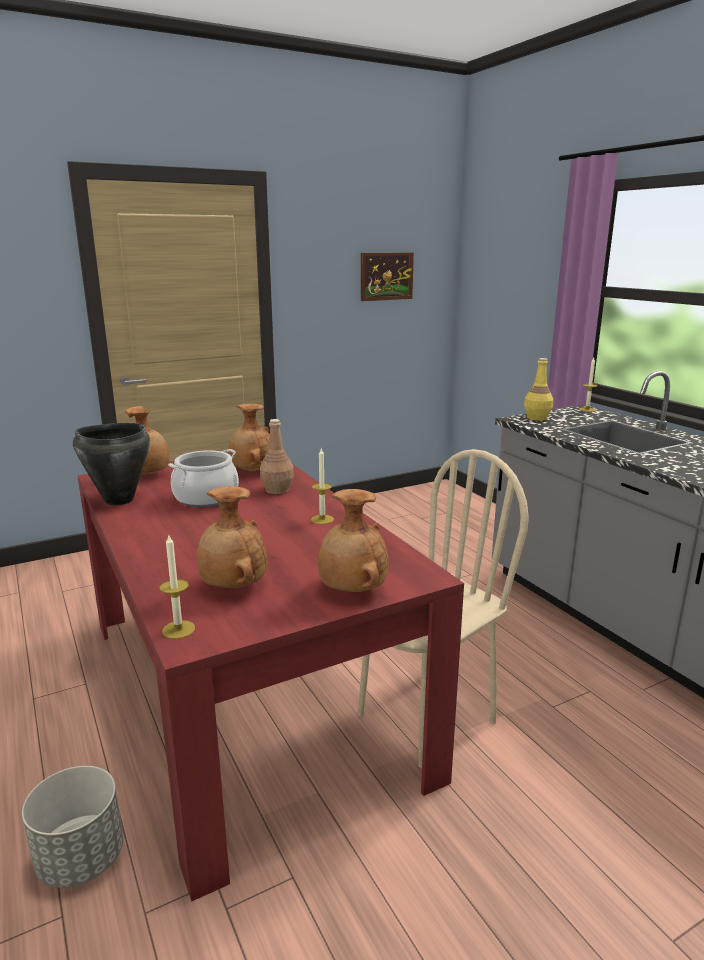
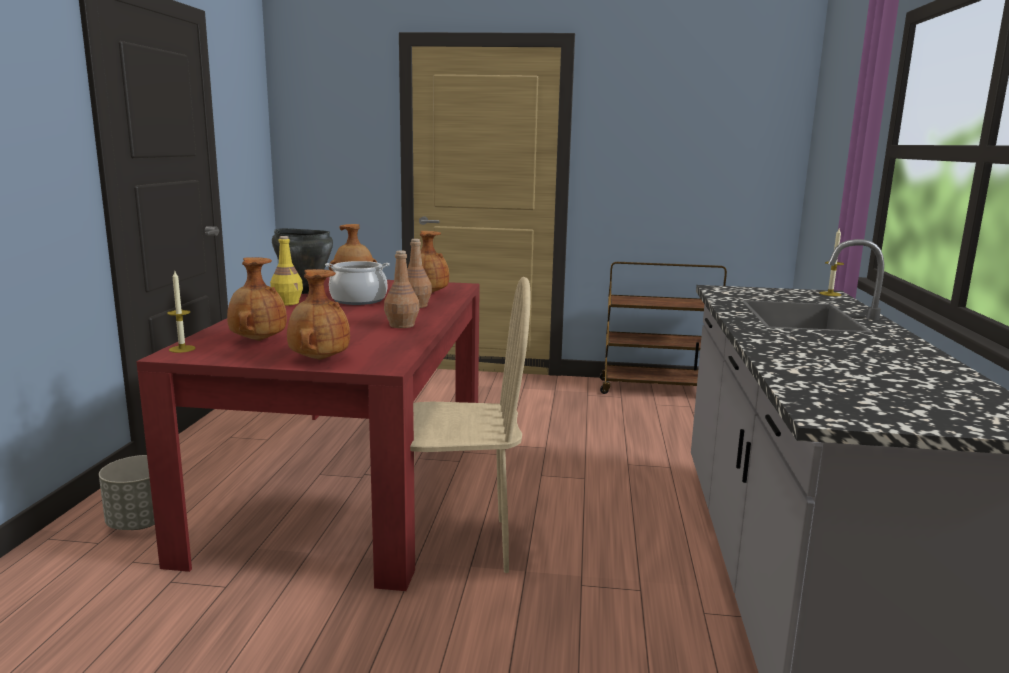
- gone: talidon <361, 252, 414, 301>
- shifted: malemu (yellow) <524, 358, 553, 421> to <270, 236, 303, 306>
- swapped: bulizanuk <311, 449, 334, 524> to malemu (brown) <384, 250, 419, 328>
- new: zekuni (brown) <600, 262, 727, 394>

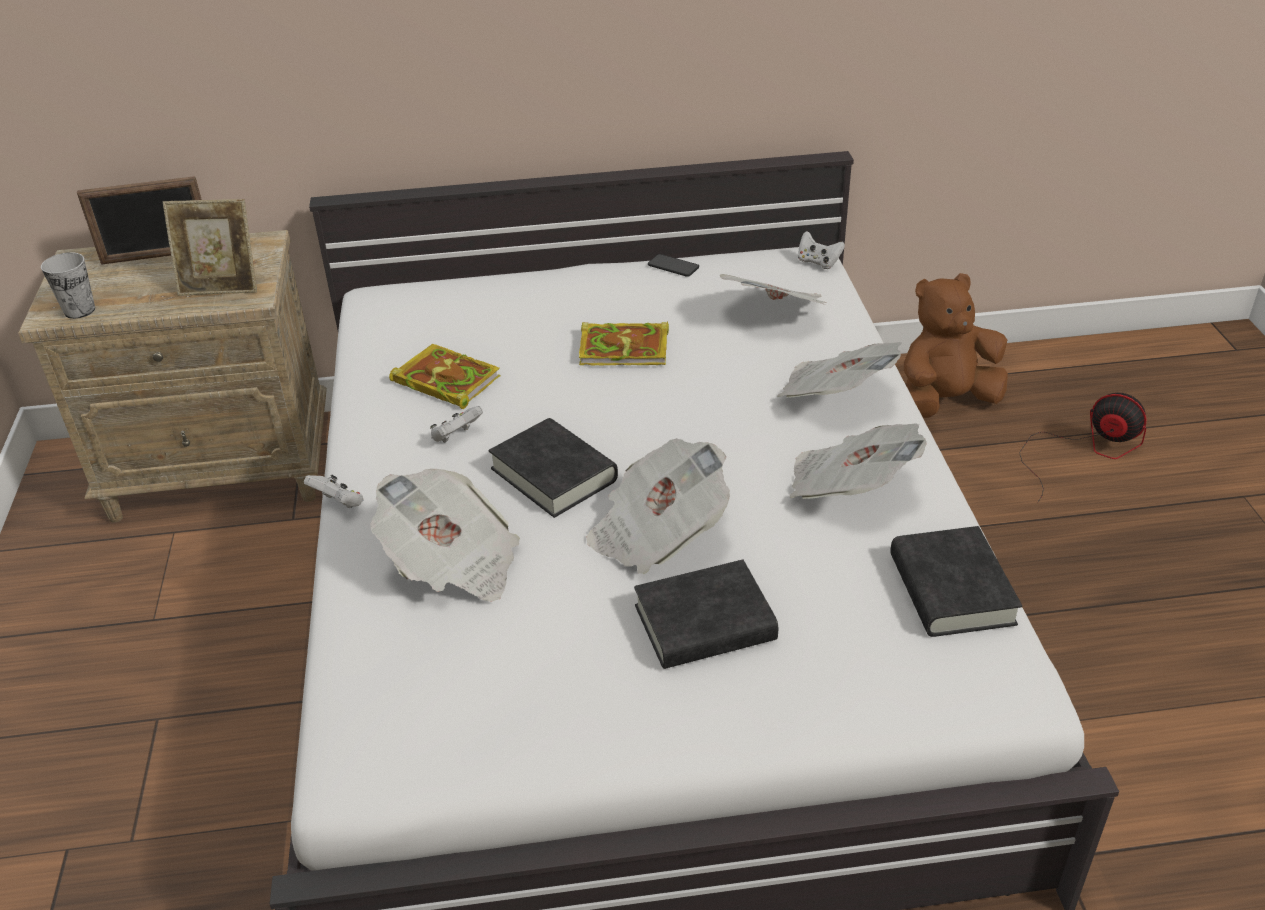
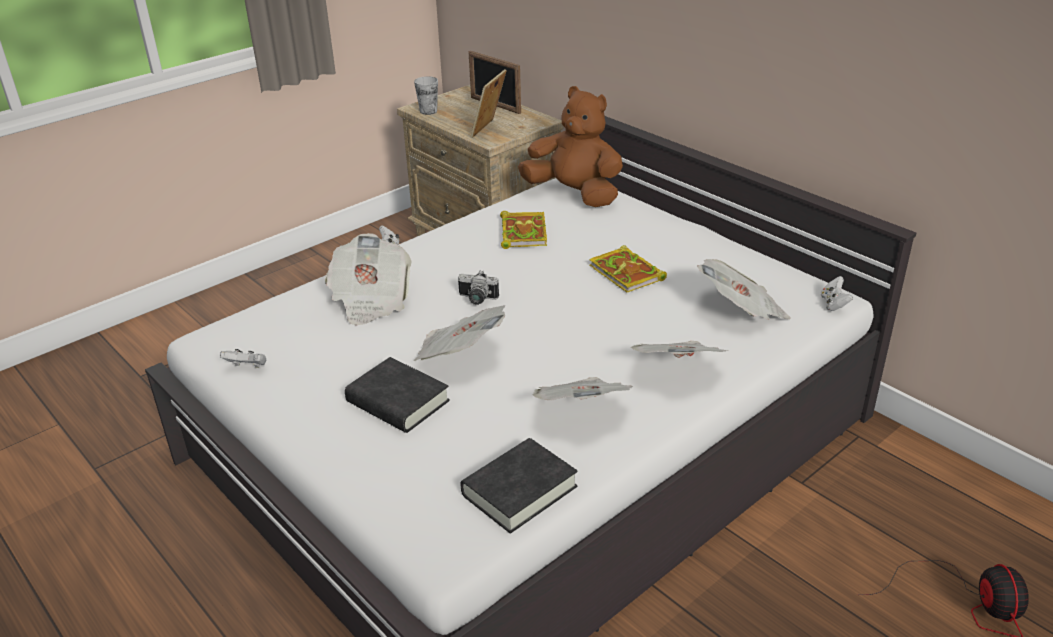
- rotated: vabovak <163, 199, 257, 296> = <470, 69, 507, 138> 60 degrees clockwise
- gone: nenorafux <648, 254, 699, 277>
- shifted: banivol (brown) <904, 273, 1008, 418> to <518, 86, 623, 207>
- shifted: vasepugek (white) <430, 406, 483, 443> to <220, 349, 267, 368>
- swapped: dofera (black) <489, 418, 618, 518> to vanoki <458, 270, 499, 305>

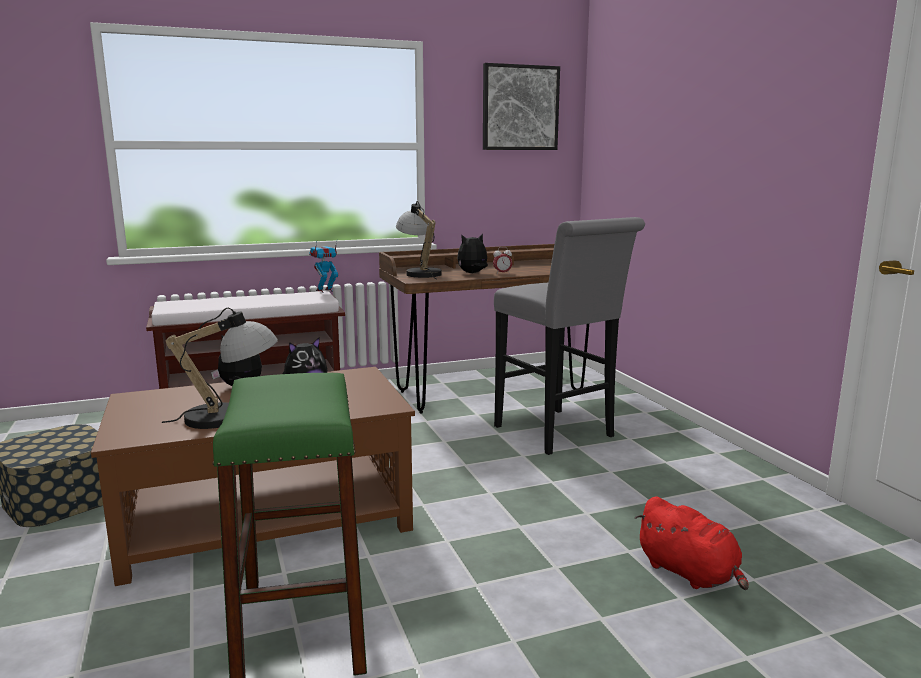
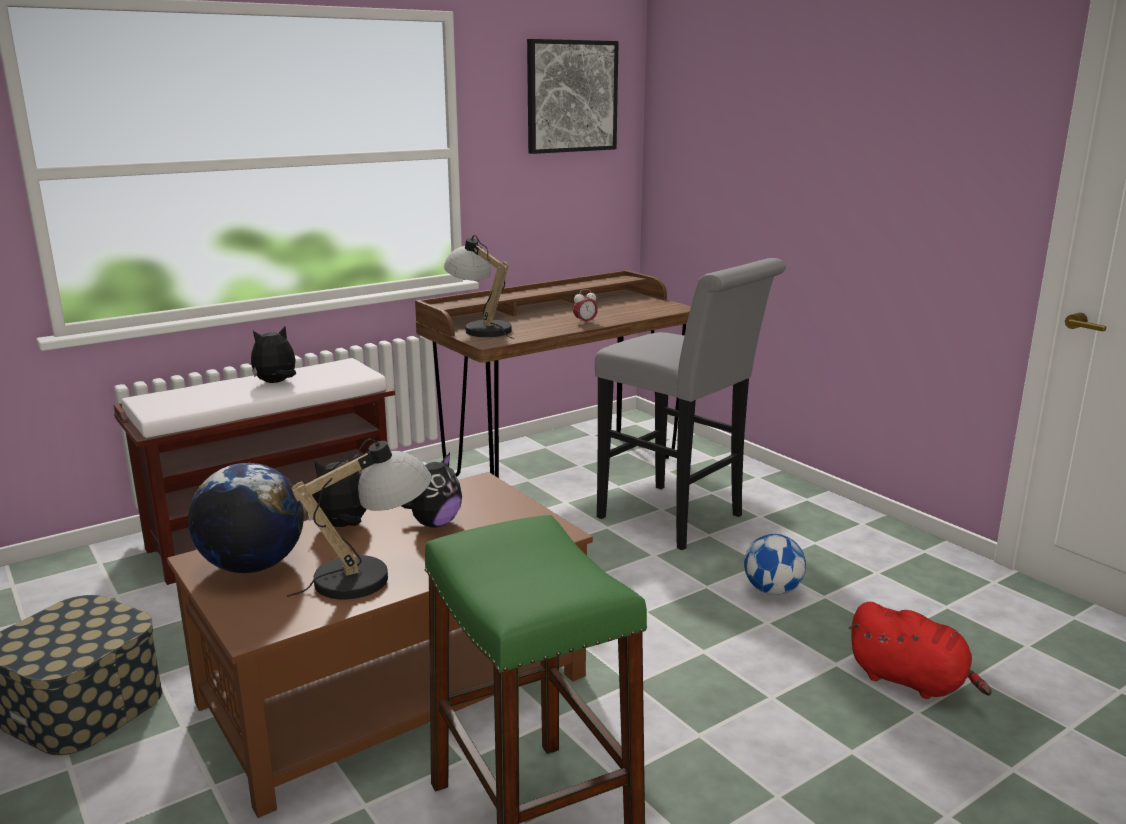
- shifted: banivol <457, 234, 488, 273> to <251, 326, 296, 383>
- gone: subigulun <309, 242, 338, 293>
- new: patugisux <188, 463, 304, 573>
- new: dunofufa <744, 534, 806, 595>

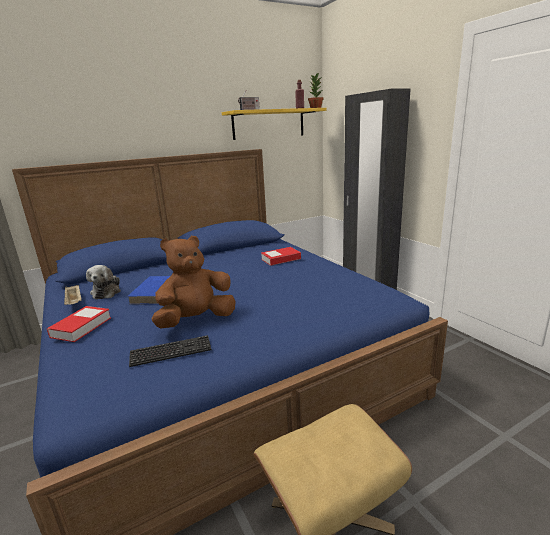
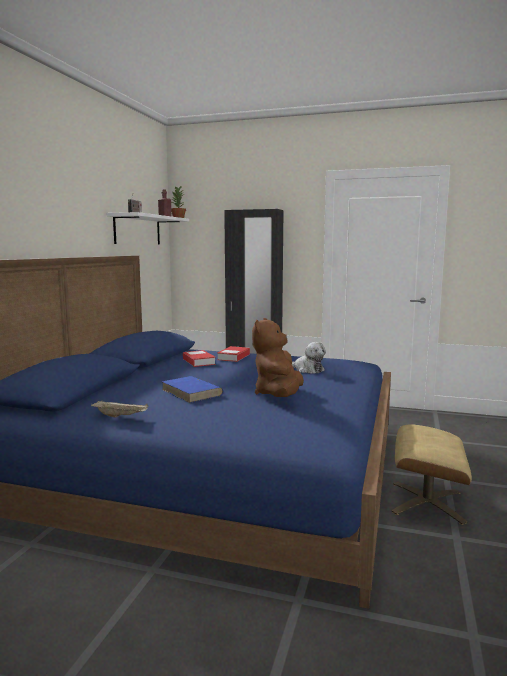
- repainted: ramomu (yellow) <222, 108, 327, 140> to ramomu (white) <107, 212, 189, 244>
- shifted: banivol <86, 265, 121, 299> to <292, 342, 326, 374>
- shifted: dofera <47, 306, 111, 342> to <183, 350, 216, 367>
- gone: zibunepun <129, 335, 211, 367>

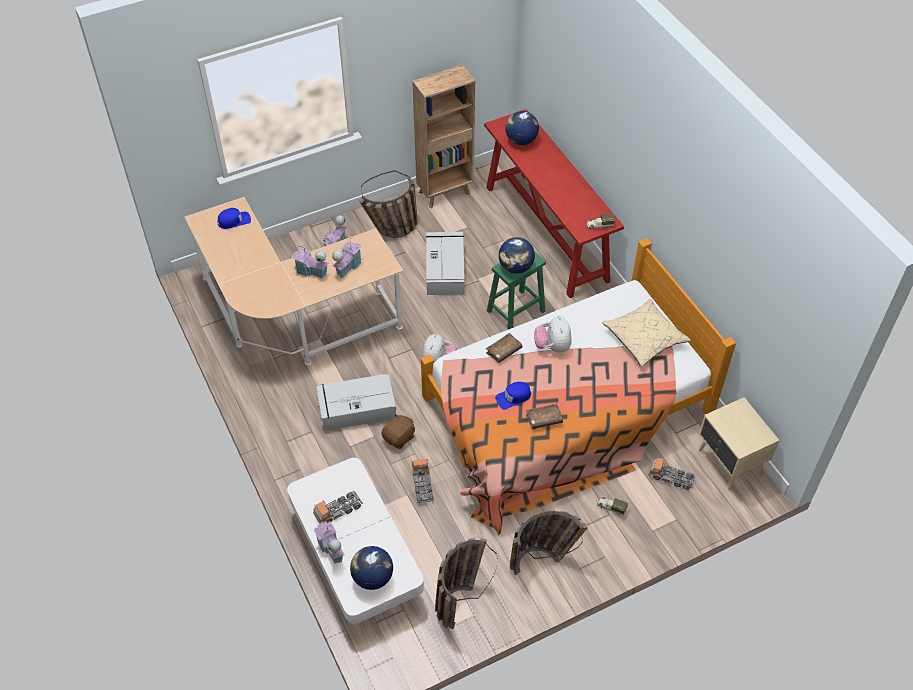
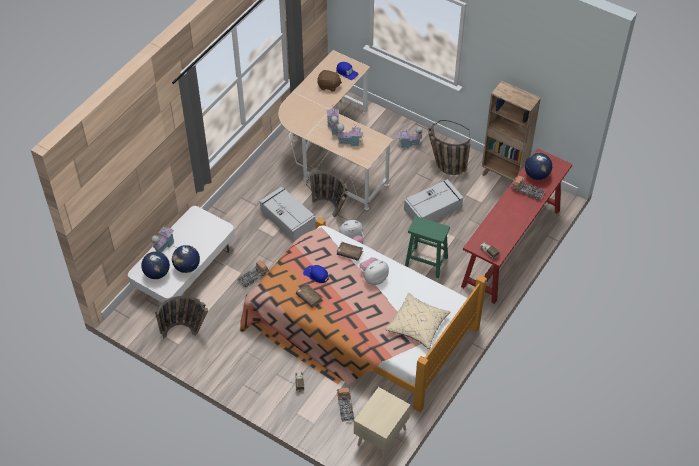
- shifted: patugisux <499, 237, 535, 274> to <172, 245, 200, 273>
- shifted: banivol (brown) <381, 413, 415, 449> to <317, 70, 342, 92>
- shifted: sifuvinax <313, 491, 363, 524> to <511, 176, 545, 200>
- shifted: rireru <510, 511, 588, 575> to <306, 171, 348, 218>

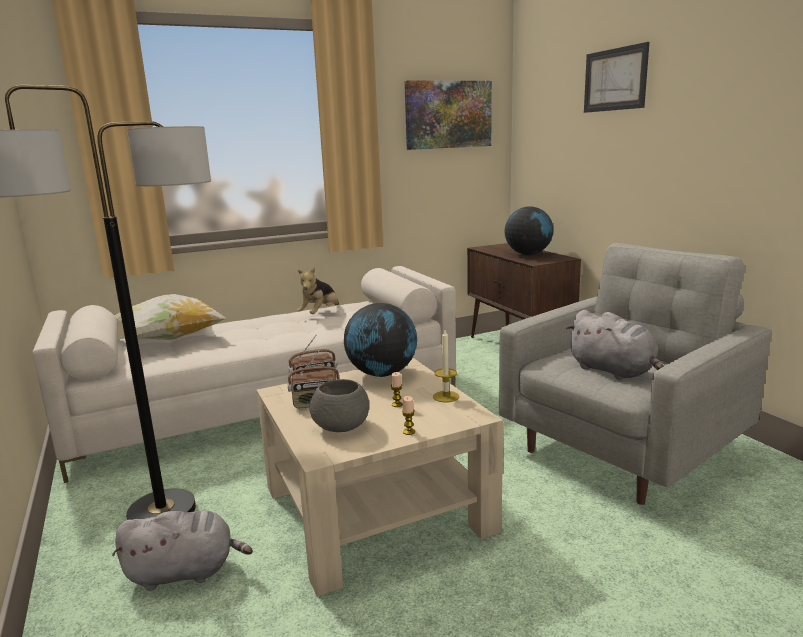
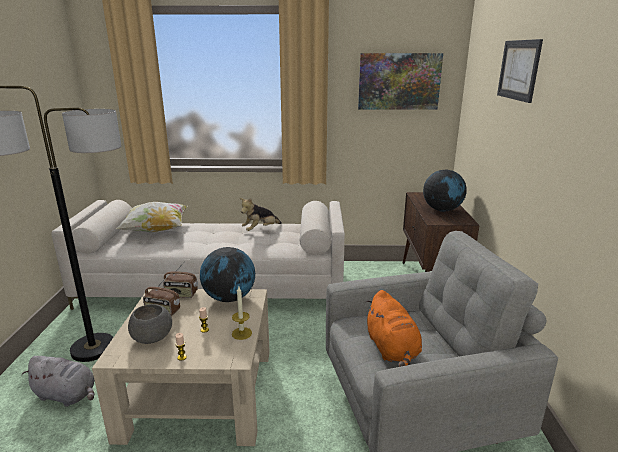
- repainted: banivol (grey) <566, 310, 664, 380> to banivol (orange) <365, 290, 422, 367>

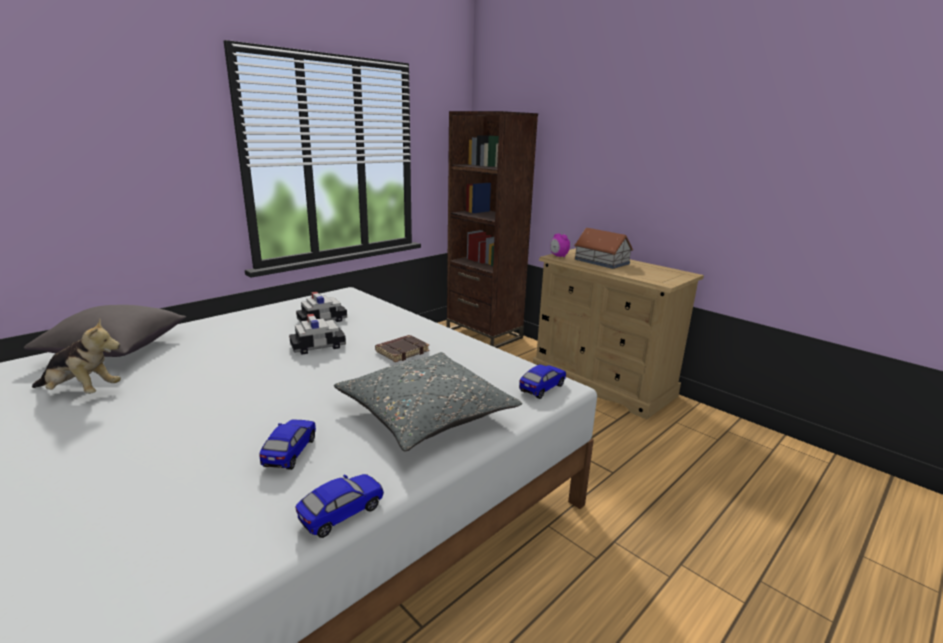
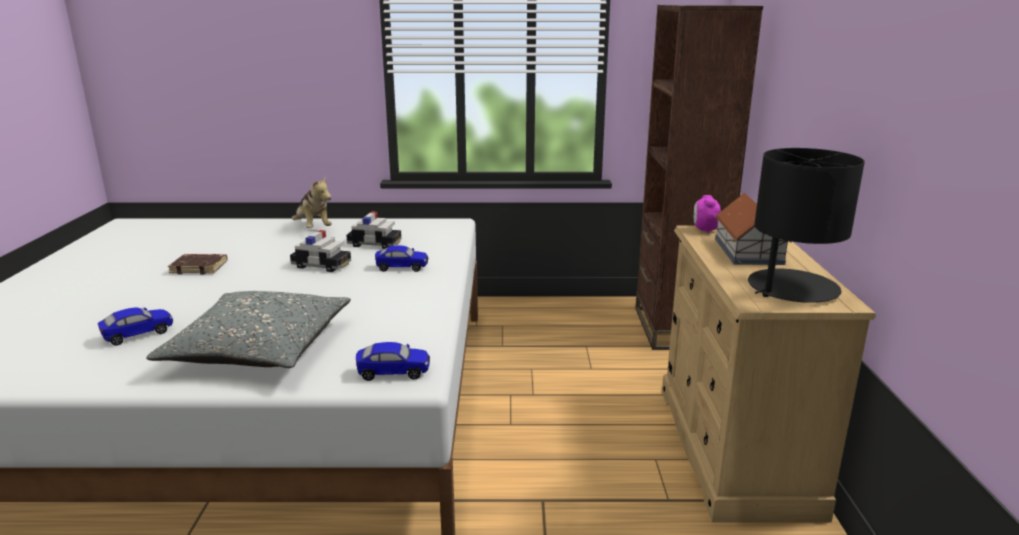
- gone: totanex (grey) <24, 305, 186, 357>
- shifted: banivol <32, 319, 121, 394> to <292, 176, 332, 228>
- shifted: dofera (brown) <375, 335, 429, 362> to <168, 254, 228, 274>
- shifted: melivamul <295, 474, 384, 538> to <375, 245, 428, 272>
- new: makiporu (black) <748, 148, 865, 303>

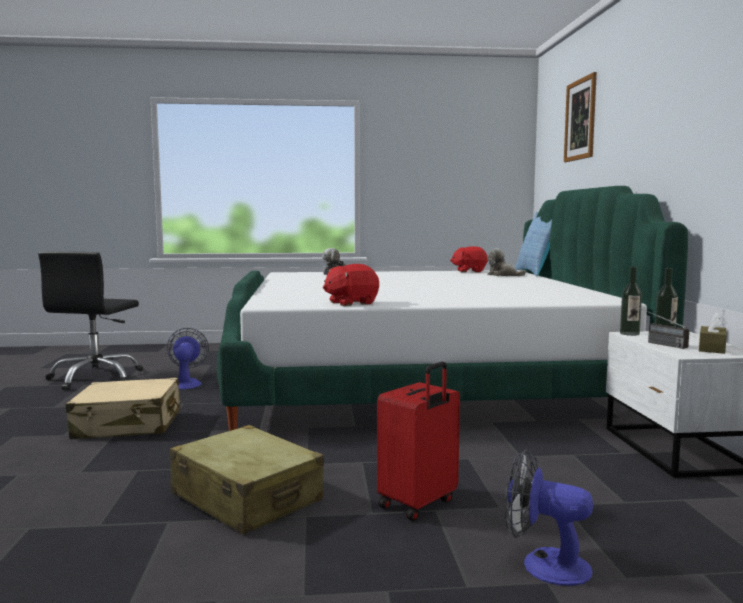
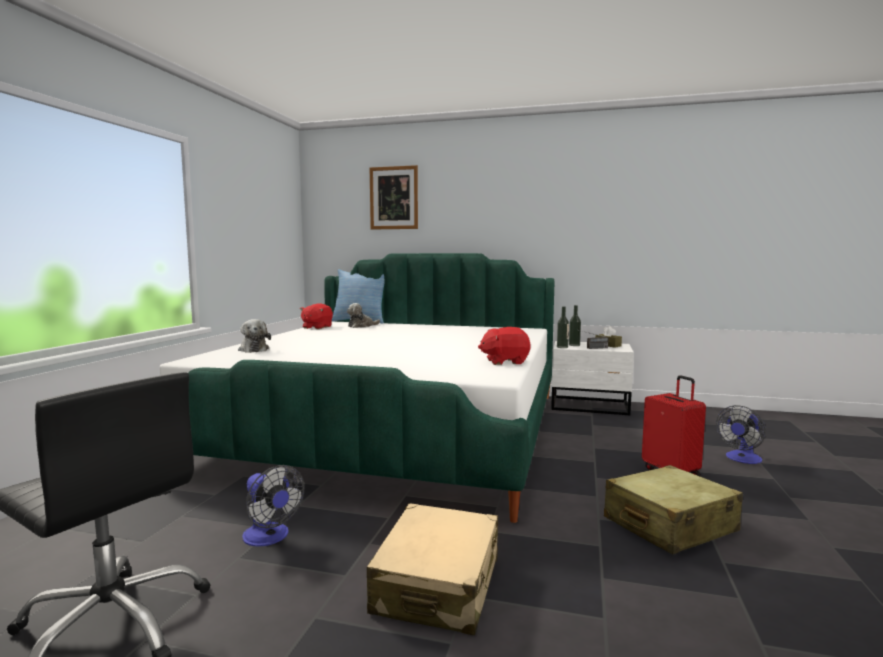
- rotated: banivol (red) <323, 264, 379, 306> = <478, 327, 531, 365> 90 degrees clockwise
- rotated: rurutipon <167, 328, 209, 390> = <242, 465, 304, 546> 150 degrees counterclockwise

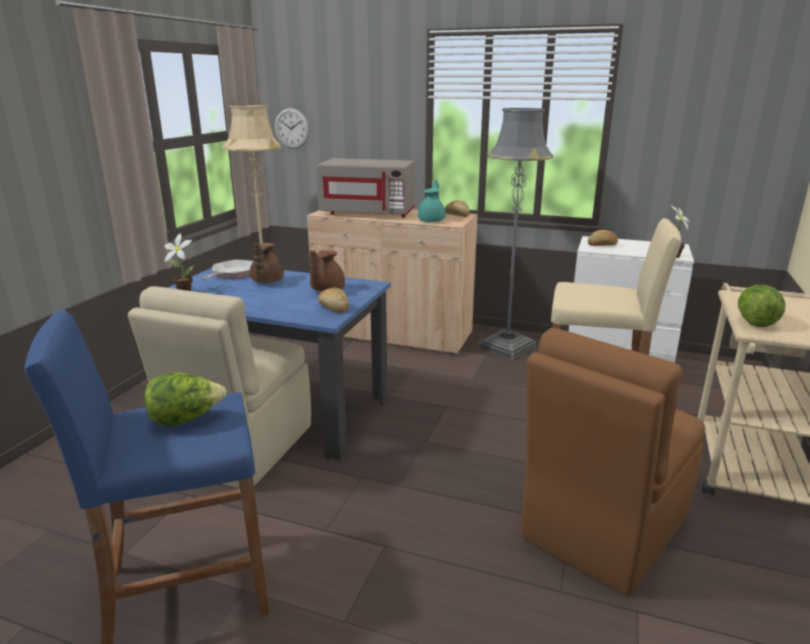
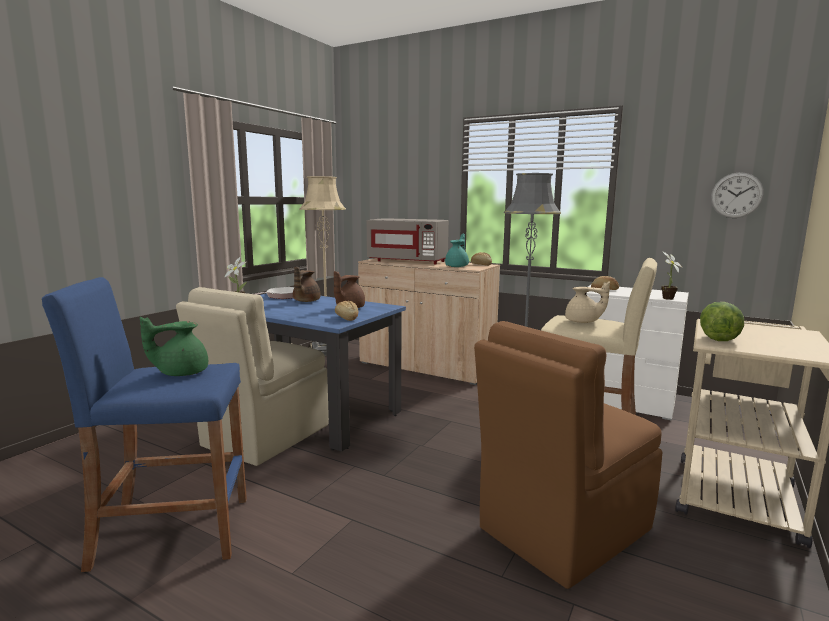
- shifted: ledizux <275, 108, 310, 149> to <711, 172, 764, 218>
- swapped: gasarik <145, 372, 227, 426> to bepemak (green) <140, 317, 208, 376>
- new: bepemak (beige) <565, 281, 610, 323>

